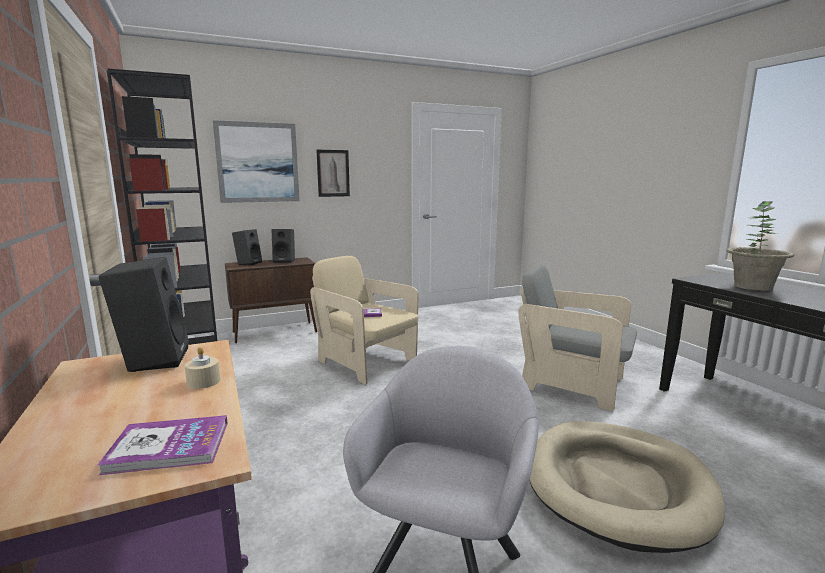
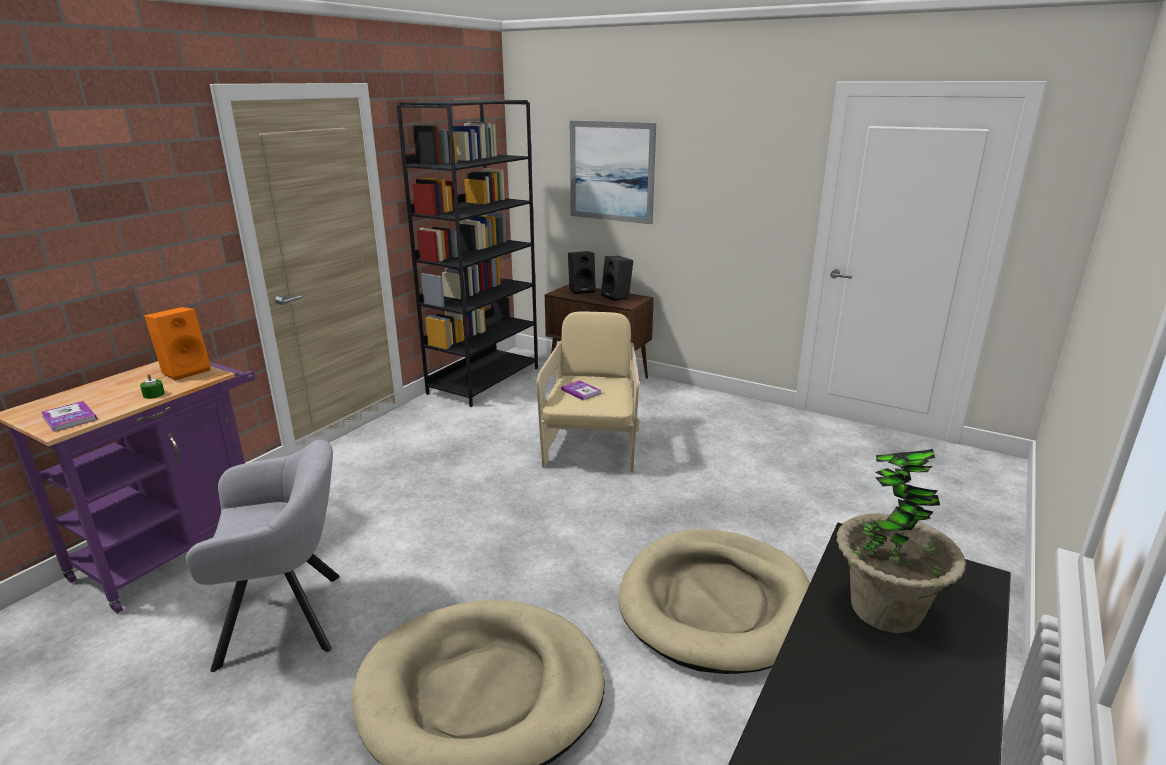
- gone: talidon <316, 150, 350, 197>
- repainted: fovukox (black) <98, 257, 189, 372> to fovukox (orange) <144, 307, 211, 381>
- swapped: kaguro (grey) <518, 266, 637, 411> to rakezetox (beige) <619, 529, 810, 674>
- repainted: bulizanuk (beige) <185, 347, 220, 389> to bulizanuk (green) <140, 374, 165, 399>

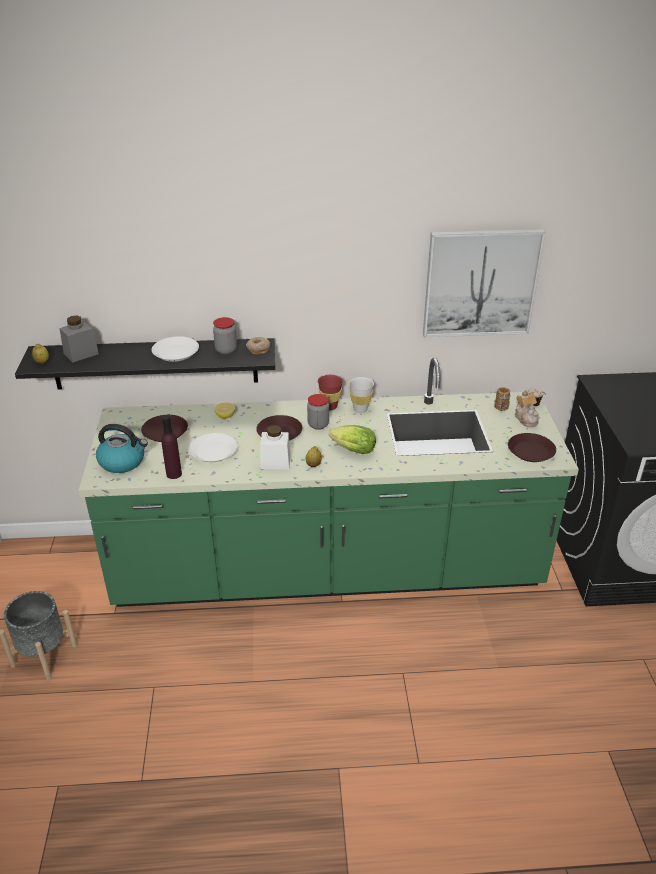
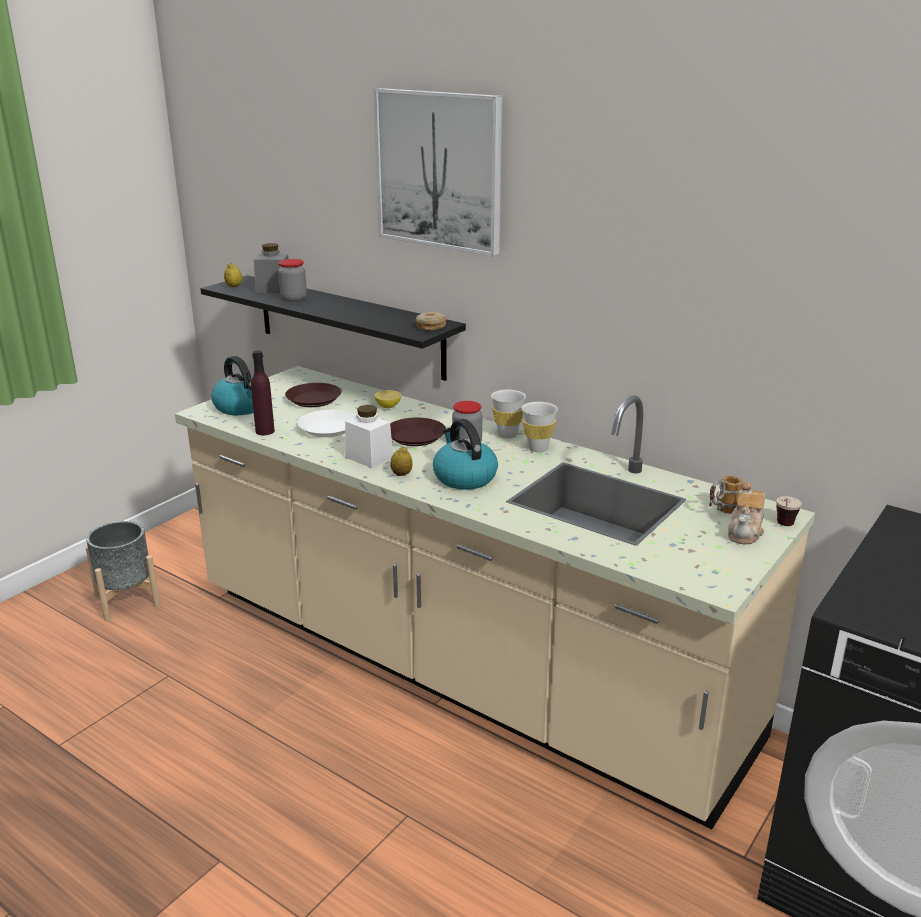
- shifted: talidon <423, 229, 546, 337> to <374, 88, 502, 256>
- shifted: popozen <213, 317, 237, 354> to <278, 259, 307, 302>
- gone: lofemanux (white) <152, 337, 199, 362>
- repainted: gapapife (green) <78, 358, 579, 607> to gapapife (beige) <175, 366, 815, 830>
- repainted: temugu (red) <318, 375, 343, 410> to temugu (white) <491, 390, 526, 439>
- swapped: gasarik <329, 425, 376, 454> to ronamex <433, 419, 498, 490>
- gone: lofemanux (brown) <508, 433, 556, 462>

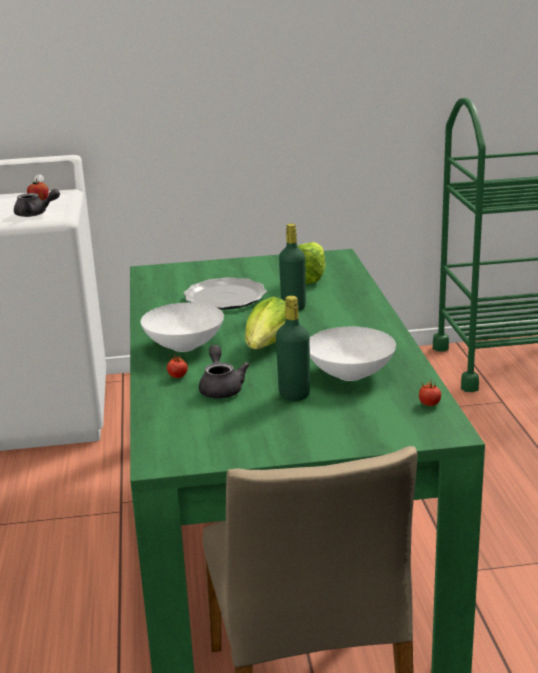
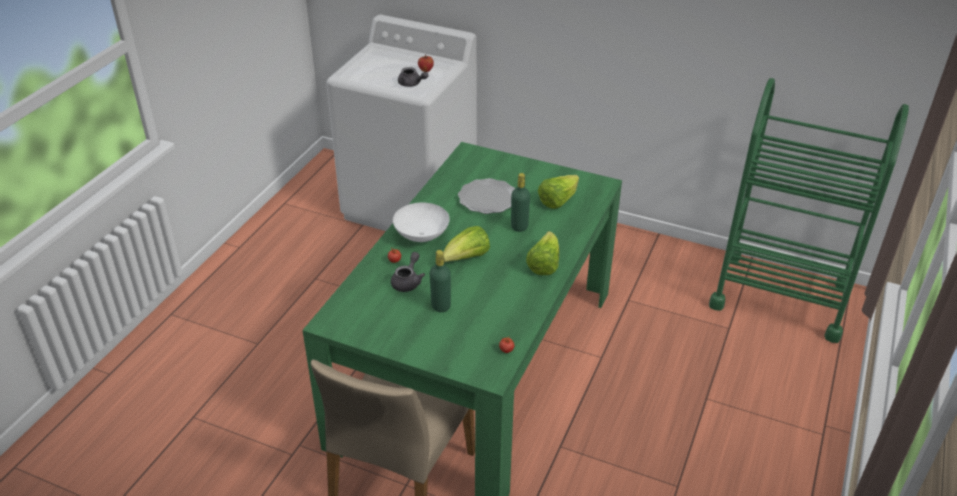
- gone: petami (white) <310, 327, 396, 381>
- new: gasarik <526, 231, 559, 275>

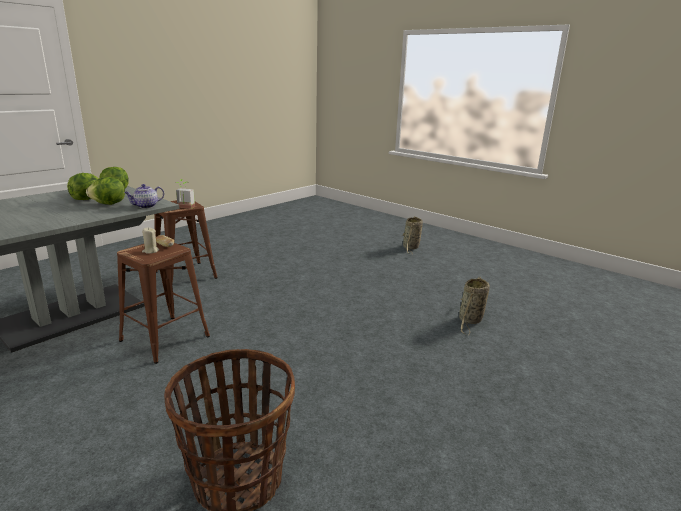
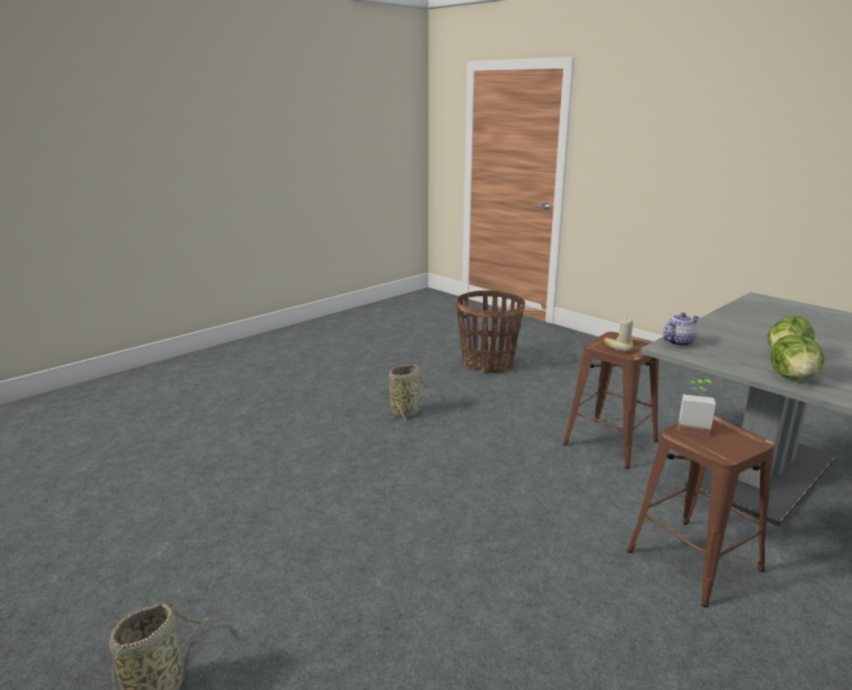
- gone: gasarik <86, 177, 125, 205>
- shifted: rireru <459, 277, 490, 334> to <385, 365, 430, 423>

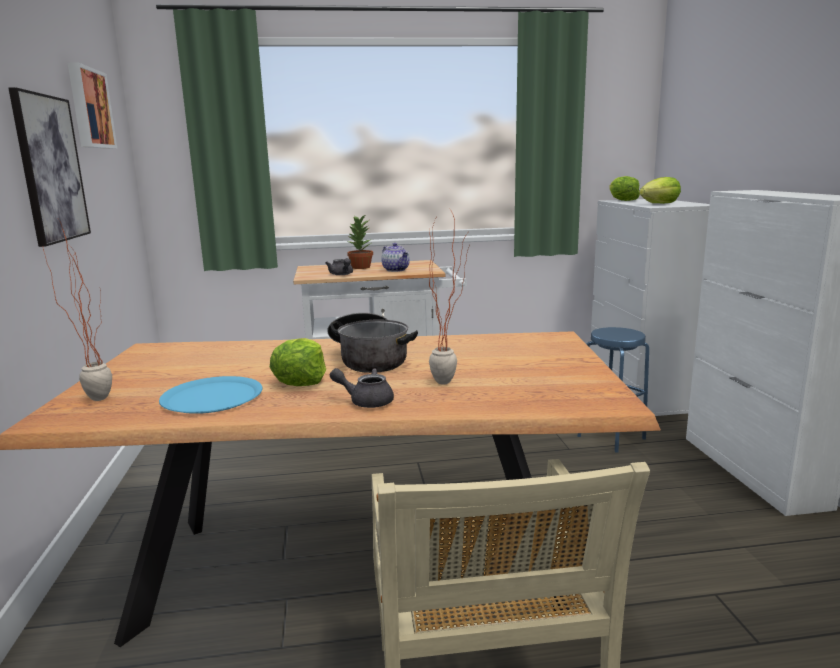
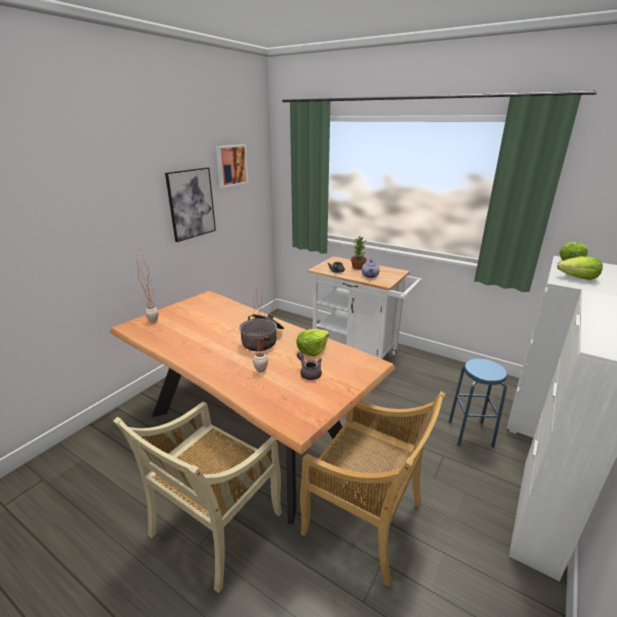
- shifted: gasarik <270, 338, 326, 386> to <296, 329, 329, 356>
- shifted: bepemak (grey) <330, 368, 394, 408> to <297, 352, 322, 380>
- gone: lofemanux (blue) <159, 376, 263, 414>
- new: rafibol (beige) <300, 391, 445, 587>

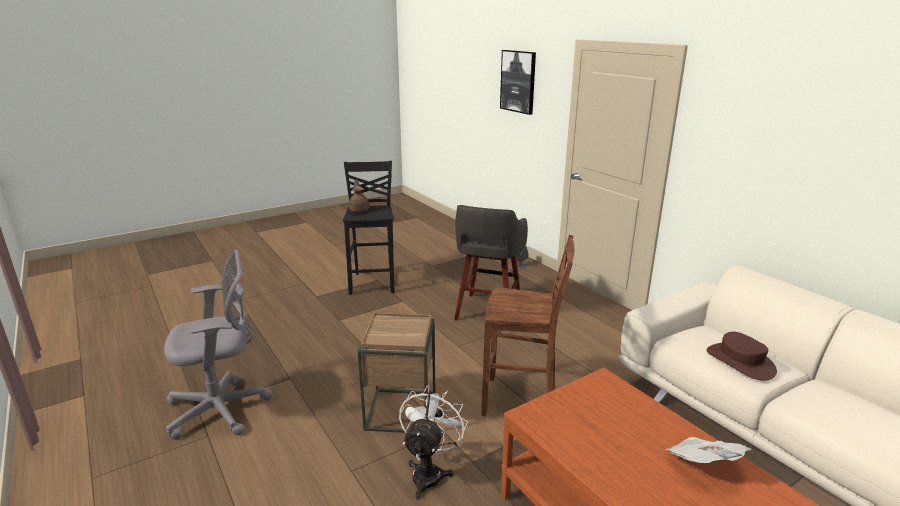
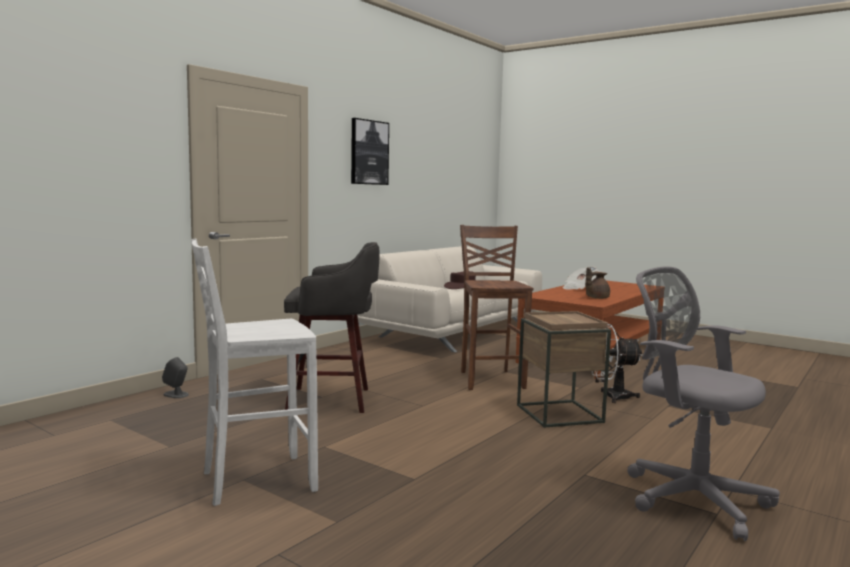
- shifted: talidon <500, 50, 536, 115> to <351, 118, 389, 185>
- repainted: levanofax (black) <343, 161, 394, 295> to levanofax (white) <191, 239, 318, 506>
- shifted: bepemak (brown) <349, 179, 370, 212> to <585, 267, 610, 299>

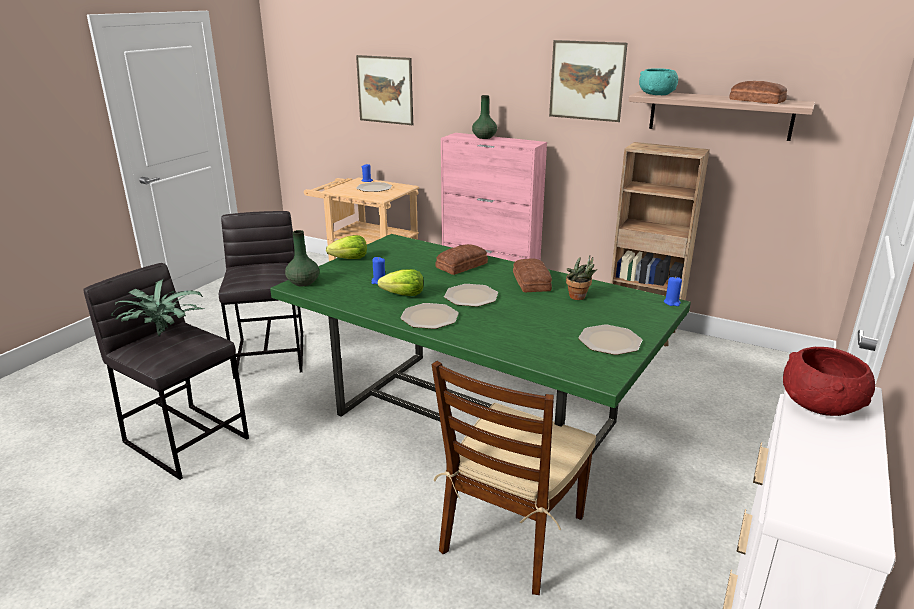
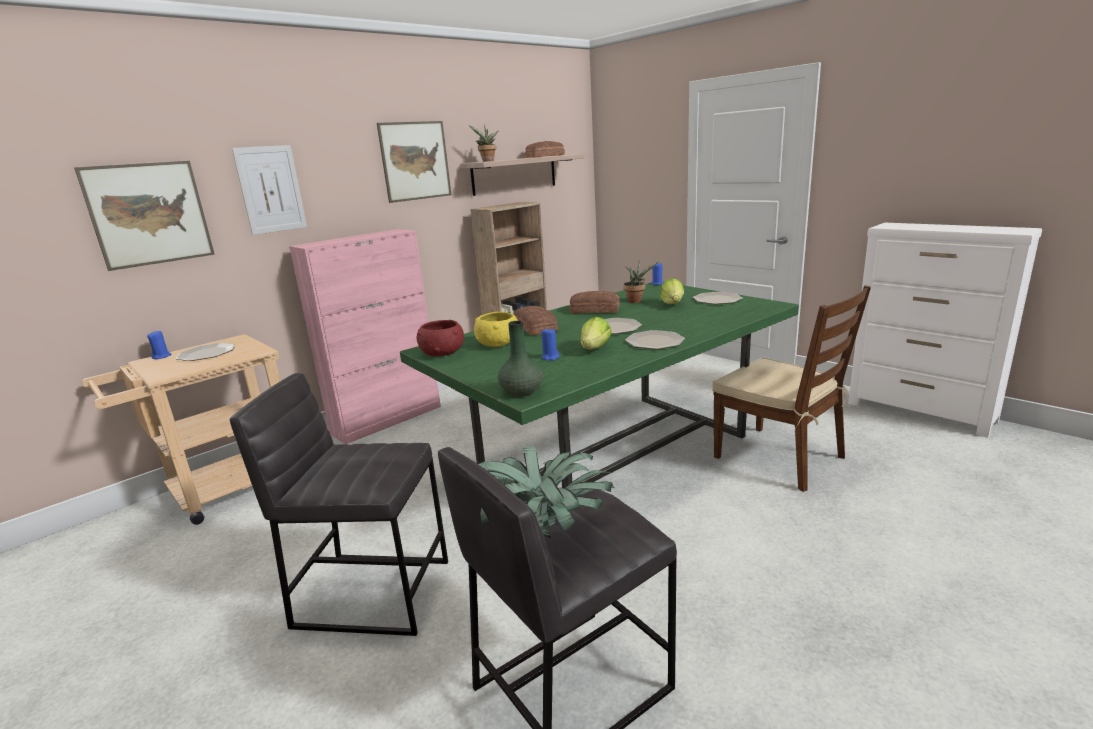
- swapped: petami (turquoise) <639, 68, 678, 95> to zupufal <469, 125, 499, 162>
- gone: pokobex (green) <472, 95, 497, 139>
- shifted: gasarik <326, 235, 367, 259> to <660, 278, 684, 304>
- shifted: petami (red) <783, 347, 875, 416> to <417, 320, 464, 357>
- new: talidon <232, 145, 307, 235>
- new: petami (yellow) <474, 312, 518, 347>

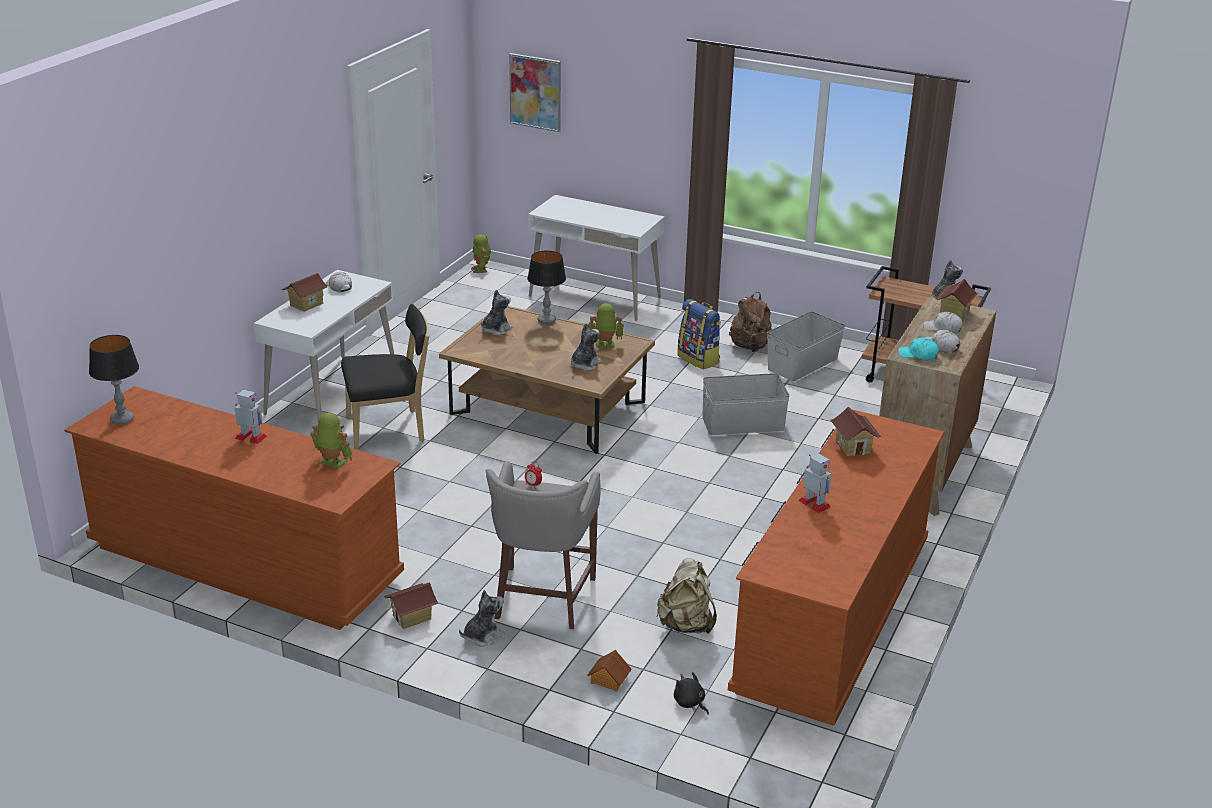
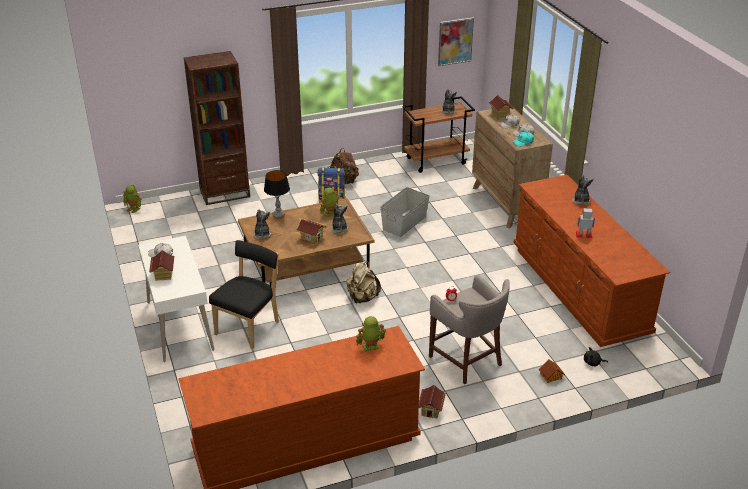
- shifted: talidon <509, 53, 561, 132> to <438, 17, 474, 66>
- swapped: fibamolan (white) <528, 195, 665, 321> to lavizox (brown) <184, 51, 250, 205>
- gone: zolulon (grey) <767, 311, 845, 381>
- gone: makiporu <89, 335, 139, 425>
- gone: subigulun <234, 390, 267, 444>
- shifted: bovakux <831, 407, 881, 456> to <297, 219, 327, 244>
- shifted: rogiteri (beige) <656, 558, 717, 634> to <346, 262, 381, 303>
- shifted: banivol <459, 590, 505, 647> to <572, 175, 593, 205>

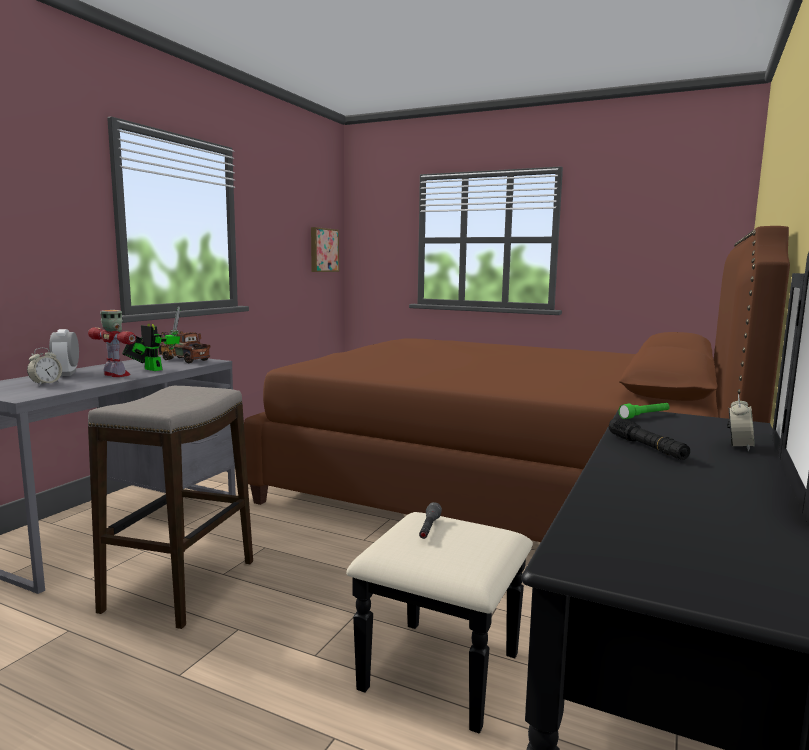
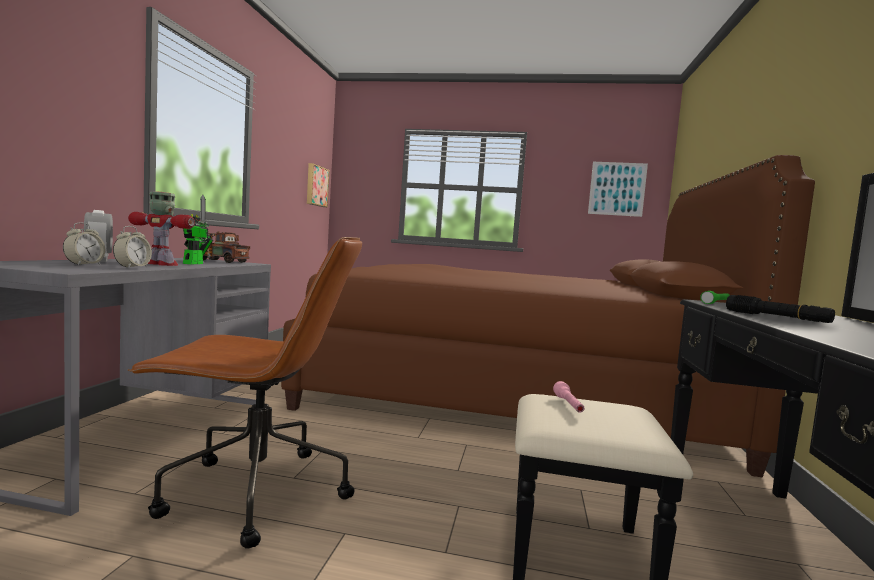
- rotated: subigulun <122, 307, 181, 371> = <183, 195, 213, 264> 75 degrees clockwise
- swapped: levanofax <88, 386, 253, 629> to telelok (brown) <128, 237, 362, 549>
- shifted: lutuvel <727, 394, 755, 451> to <113, 226, 152, 268>
- repainted: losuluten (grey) <419, 502, 442, 539> to losuluten (pink) <553, 381, 584, 413>
- new: talidon <588, 162, 648, 217>

